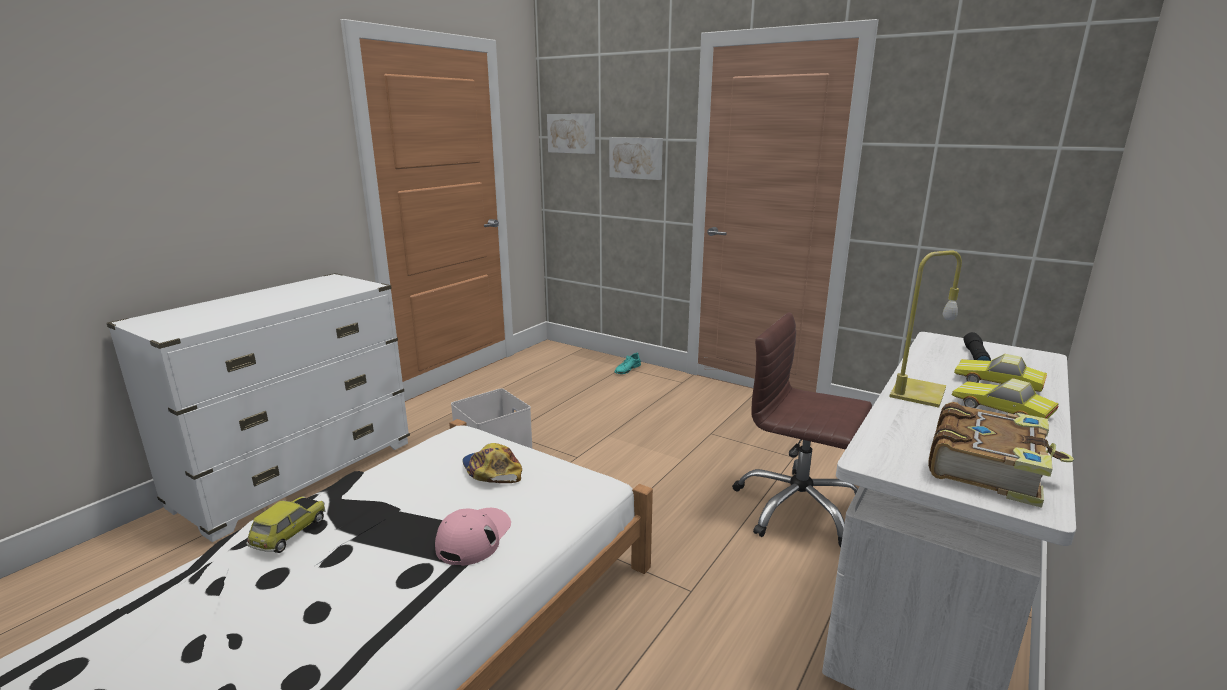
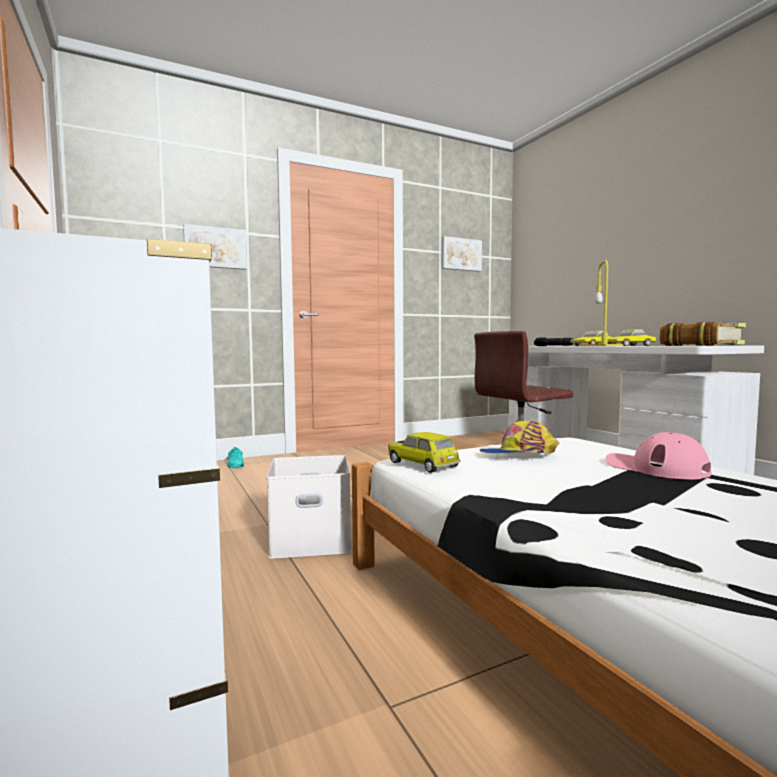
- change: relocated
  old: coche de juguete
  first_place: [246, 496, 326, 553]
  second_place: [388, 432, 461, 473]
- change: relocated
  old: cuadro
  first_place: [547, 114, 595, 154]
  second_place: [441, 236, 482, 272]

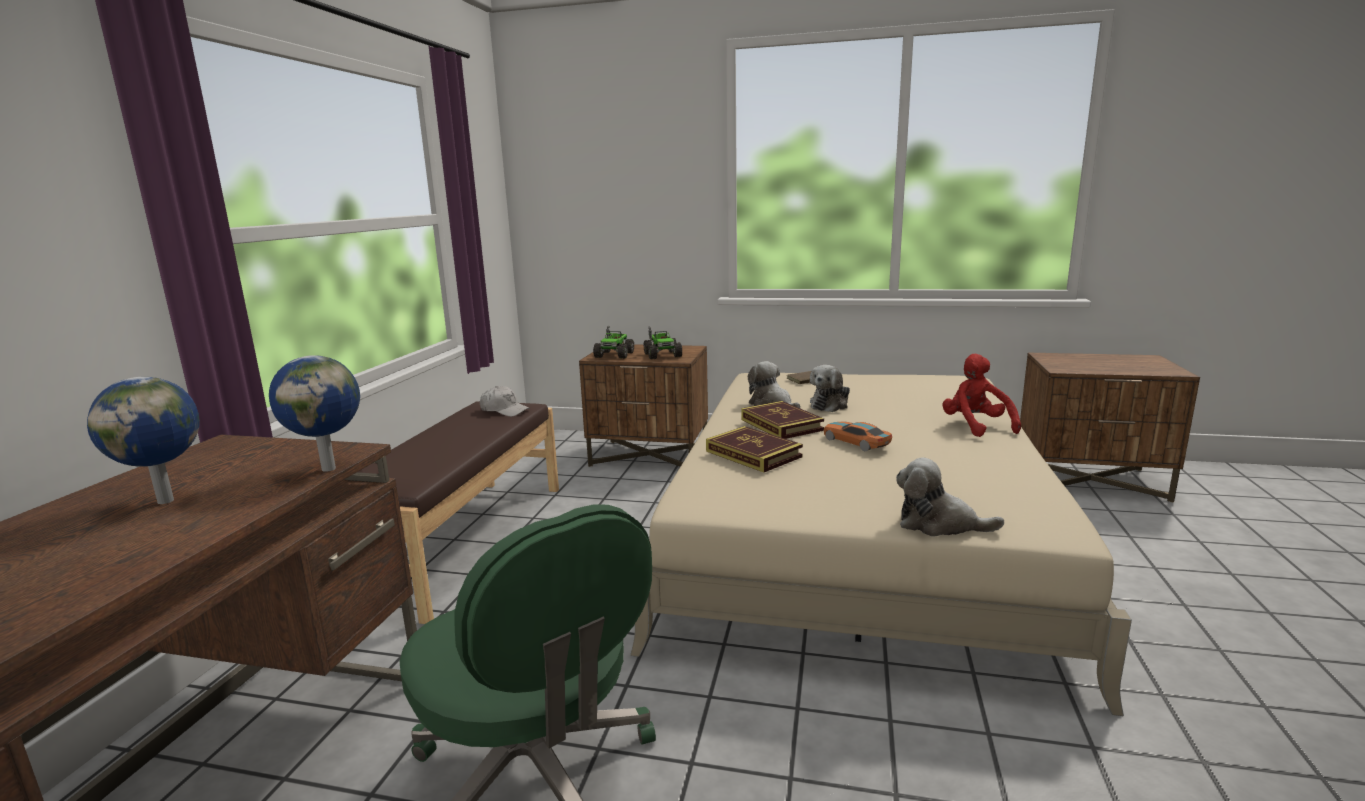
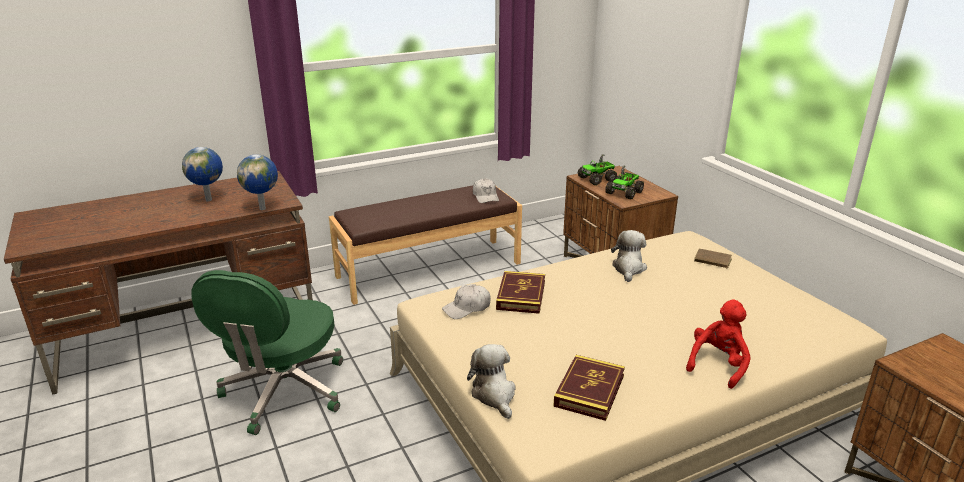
- change: relocated
  old: libro
  first_place: [741, 401, 824, 439]
  second_place: [553, 355, 625, 421]
- change: missing
  old: peluche
  first_place: [810, 365, 850, 412]
- change: missing
  old: coche de juguete
  first_place: [824, 421, 892, 451]
- change: appeared
  new: gorra/blanco
  second_place: [442, 284, 491, 319]

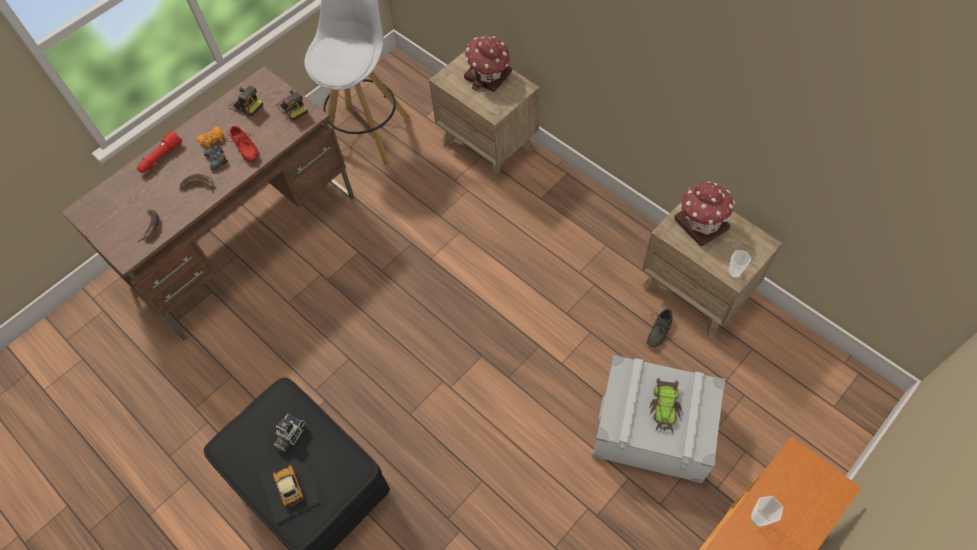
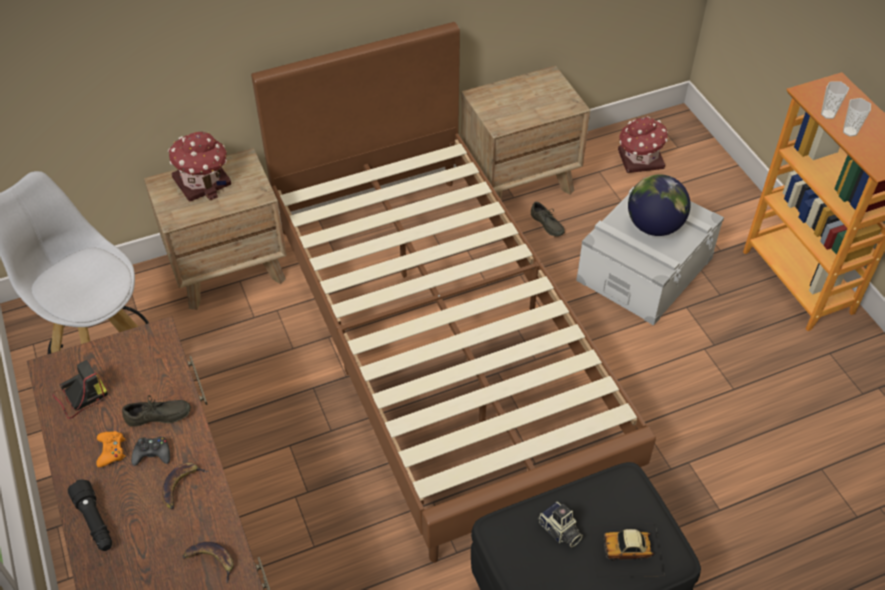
- change: colour
  old: linterna/rojo
  new: linterna/negro
  first_place: [137, 131, 182, 173]
  second_place: [68, 479, 112, 551]
- change: colour
  old: zapato/rojo
  new: zapato/gris
  first_place: [226, 126, 259, 162]
  second_place: [122, 395, 191, 427]
- change: missing
  old: cámara
  first_place: [276, 89, 308, 121]
- change: exchanged
  old: coche de juguete
  new: globo terráqueo
  first_place: [649, 378, 682, 433]
  second_place: [628, 174, 691, 236]
- change: relocated
  old: casita
  first_place: [674, 181, 735, 246]
  second_place: [618, 116, 668, 173]
- change: relocated
  old: taza
  first_place: [728, 250, 751, 278]
  second_place: [821, 81, 849, 119]
- change: appeared
  new: cama/marrón
  second_place: [251, 22, 656, 563]

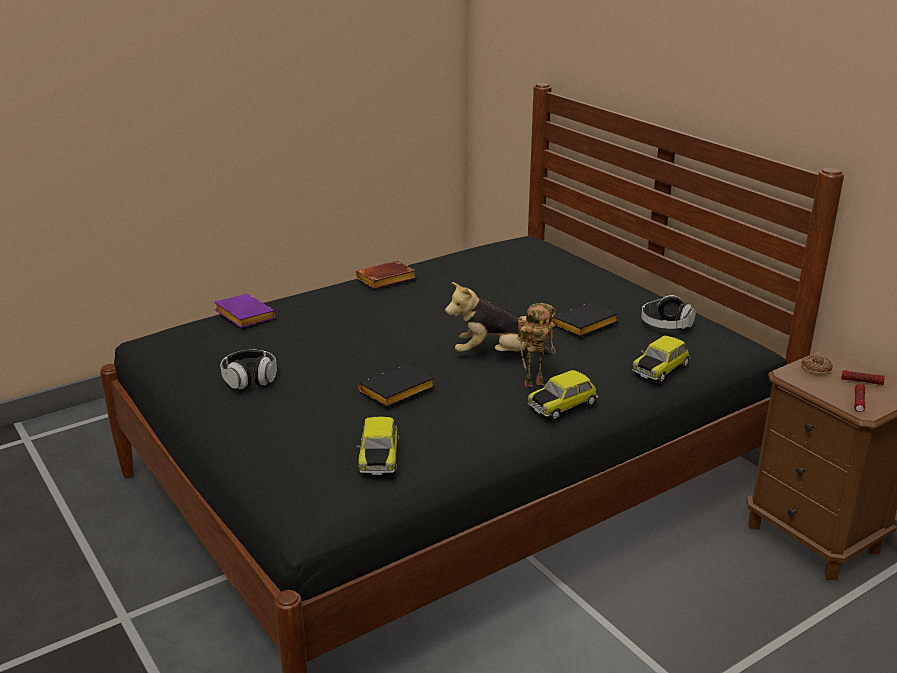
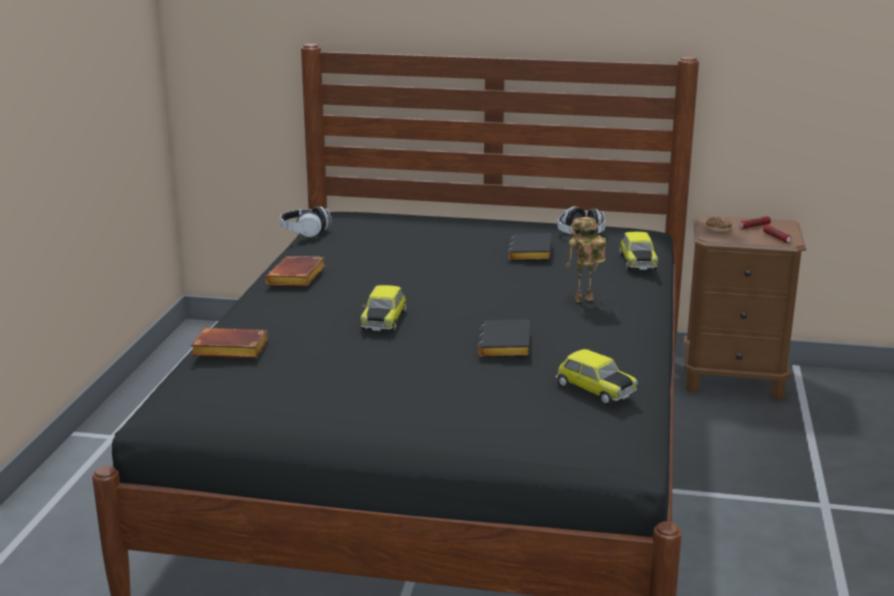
- change: colour
  old: libro/morado
  new: libro/marrón
  first_place: [214, 294, 276, 328]
  second_place: [191, 328, 268, 358]
- change: relocated
  old: auriculares
  first_place: [220, 350, 277, 389]
  second_place: [280, 206, 331, 237]
- change: missing
  old: peluche
  first_place: [445, 282, 552, 355]
- change: spun
  old: robot de juguete
  first_place: [517, 303, 556, 387]
  second_place: [566, 217, 606, 302]
  degrees: -135
- change: relocated
  old: coche de juguete
  first_place: [528, 370, 598, 420]
  second_place: [360, 285, 407, 332]

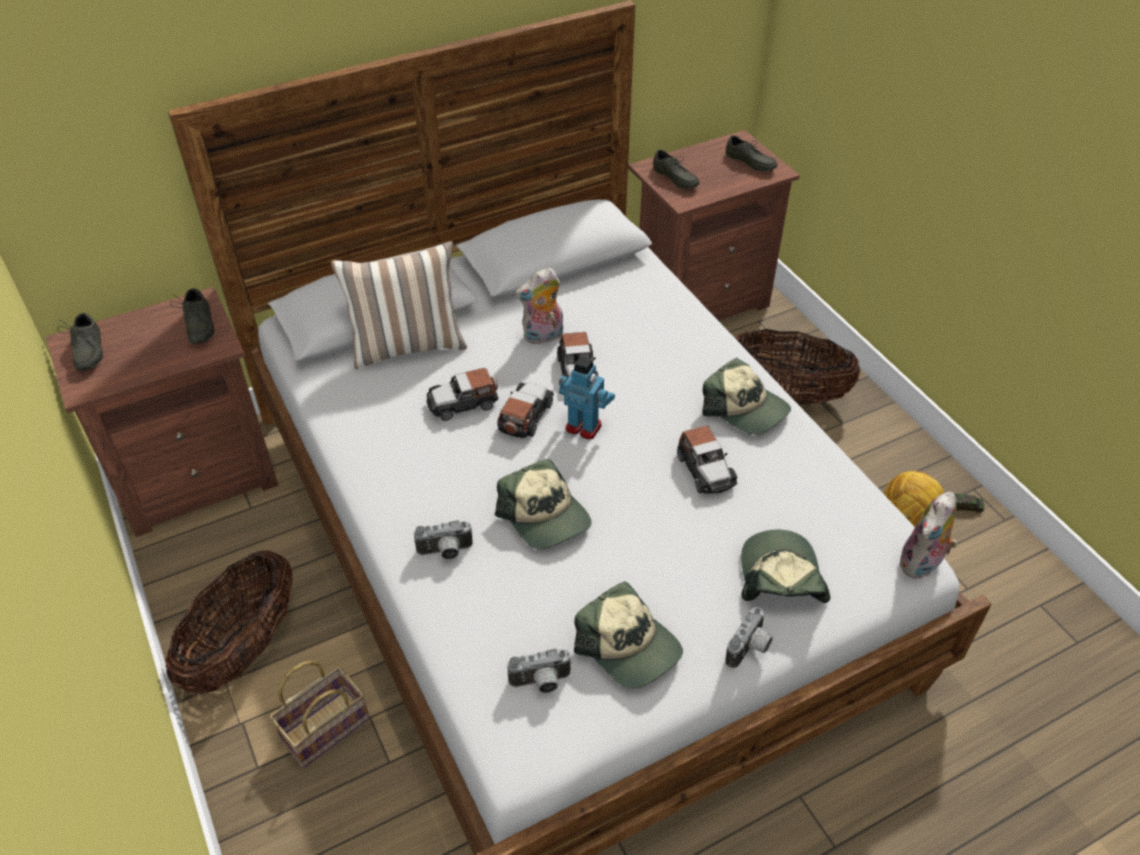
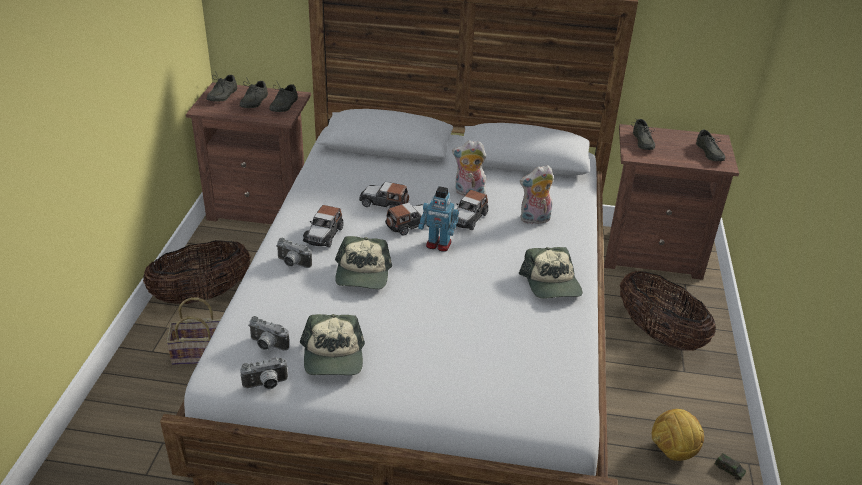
- change: missing
  old: cojín
  first_place: [331, 241, 467, 369]
- change: spun
  old: robot de juguete
  first_place: [559, 356, 615, 439]
  second_place: [418, 186, 459, 252]
  degrees: 135
- change: relocated
  old: coche de juguete
  first_place: [677, 425, 737, 494]
  second_place: [303, 205, 344, 247]
- change: relocated
  old: cámara
  first_place: [725, 607, 773, 668]
  second_place: [240, 358, 288, 389]
- change: missing
  old: gorra
  first_place: [741, 530, 830, 603]
- change: relocated
  old: peluche
  first_place: [900, 492, 957, 579]
  second_place: [520, 165, 554, 224]
- change: appeared
  new: zapato/gris
  second_place: [240, 77, 268, 108]

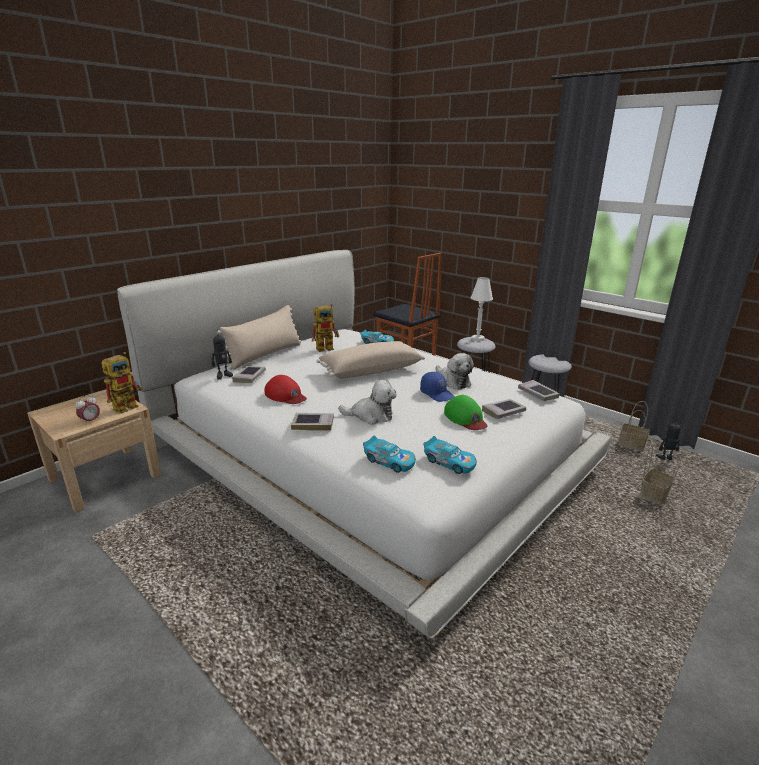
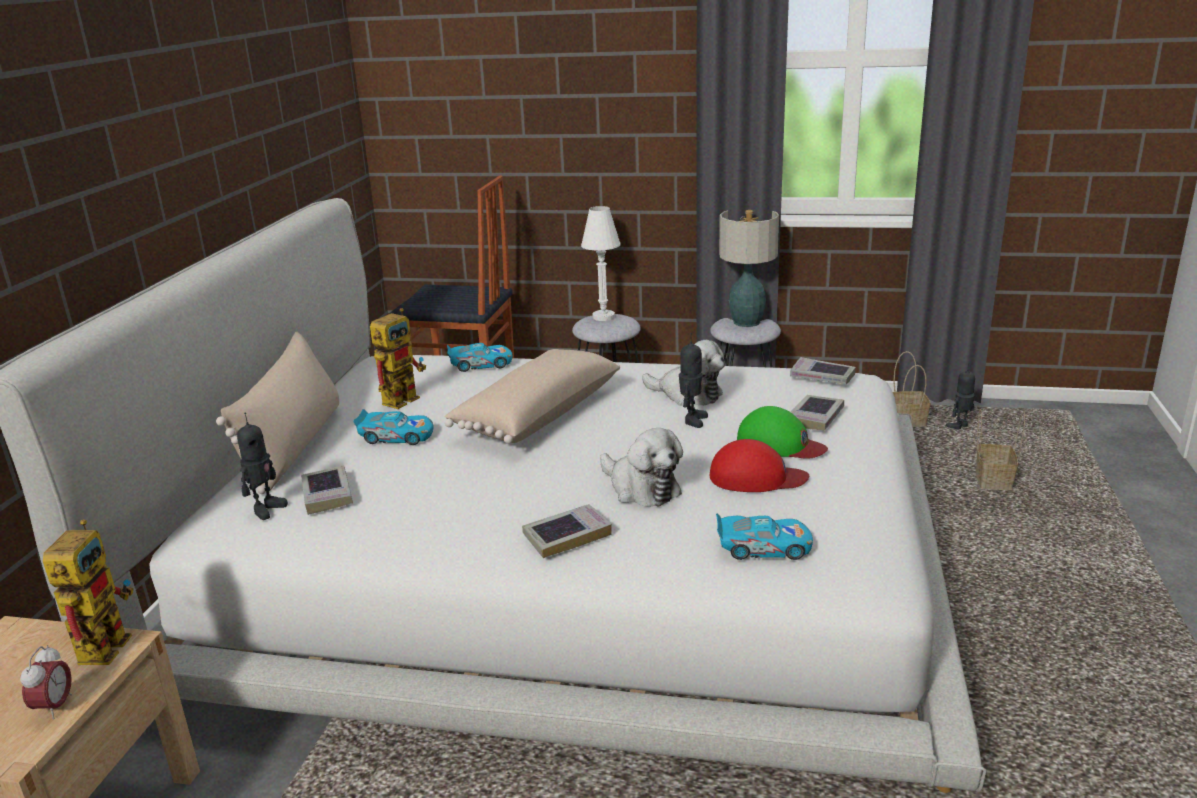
- change: relocated
  old: gorra/rojo
  first_place: [264, 375, 307, 404]
  second_place: [710, 439, 809, 492]
- change: spun
  old: peluche
  first_place: [338, 380, 397, 425]
  second_place: [600, 428, 683, 507]
  degrees: 75
- change: exchanged
  old: gorra/azul
  new: robot de juguete
  first_place: [420, 372, 455, 402]
  second_place: [679, 333, 708, 428]
- change: relocated
  old: coche de juguete
  first_place: [423, 436, 477, 474]
  second_place: [353, 409, 434, 445]
- change: appeared
  new: lámpara de mesa
  second_place: [719, 210, 779, 327]

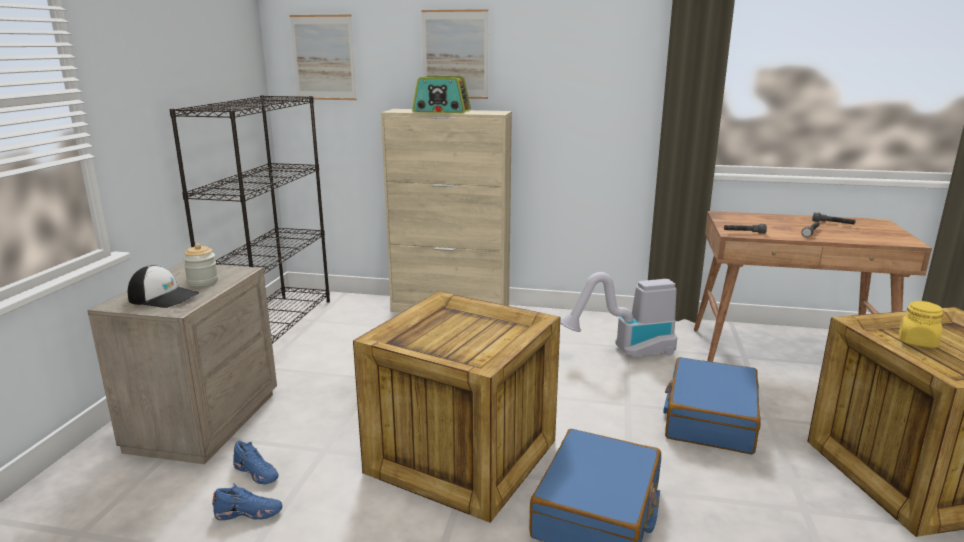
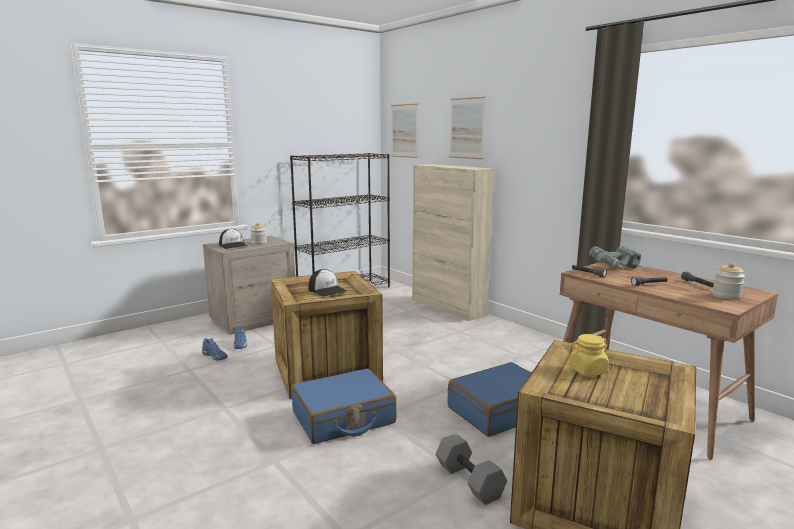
- change: missing
  old: radio
  first_place: [412, 76, 471, 113]
- change: missing
  old: aspiradora
  first_place: [560, 272, 677, 359]
- change: appeared
  new: gorra
  second_place: [309, 269, 347, 297]
- change: appeared
  new: mancuerna/gris
  second_place: [436, 433, 507, 505]
- change: appeared
  new: taladro
  second_place: [589, 246, 646, 269]
- change: appeared
  new: tarro
  second_place: [712, 263, 745, 300]

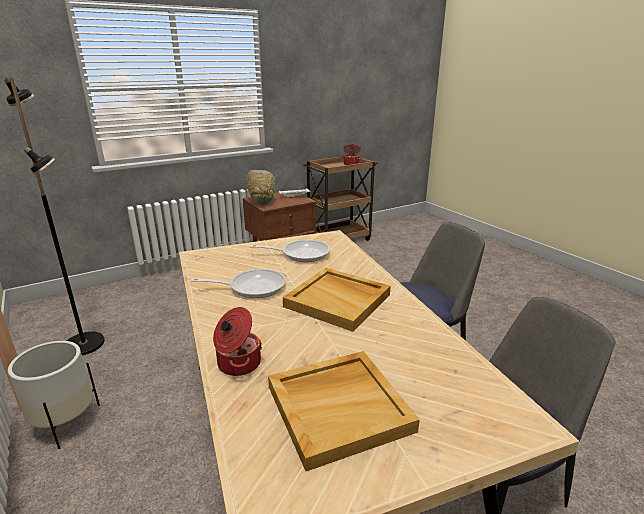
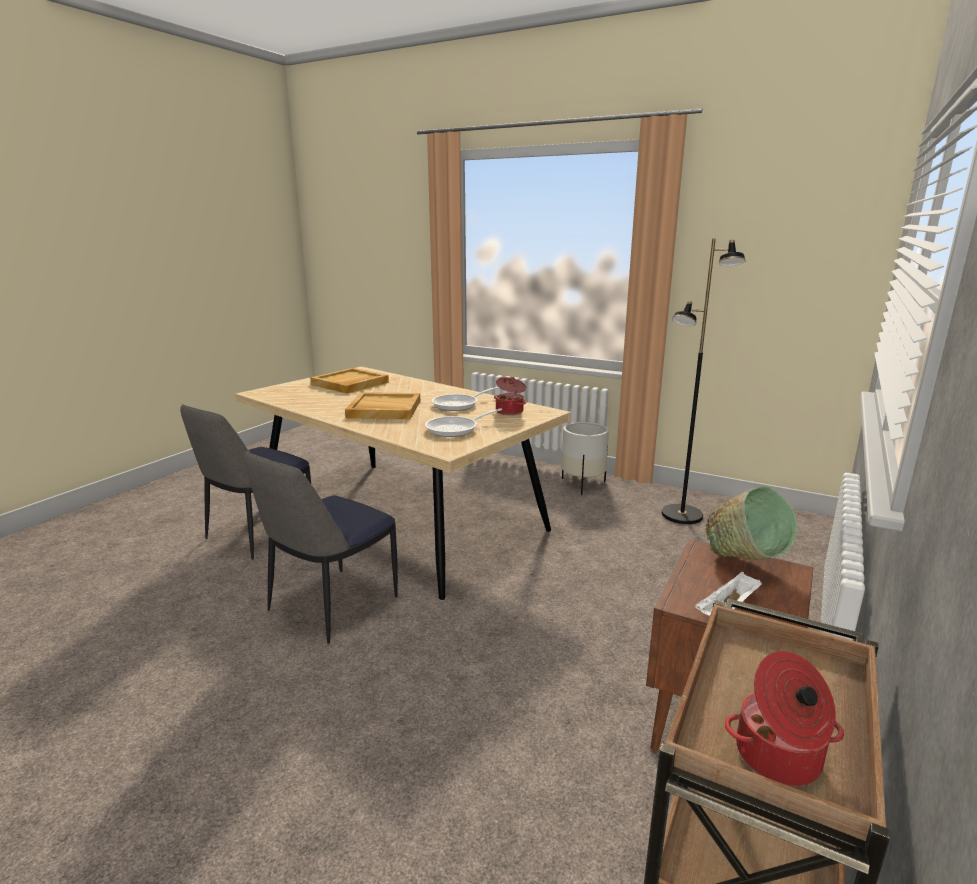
- change: relocated
  old: olla
  first_place: [213, 307, 262, 376]
  second_place: [494, 377, 526, 415]

